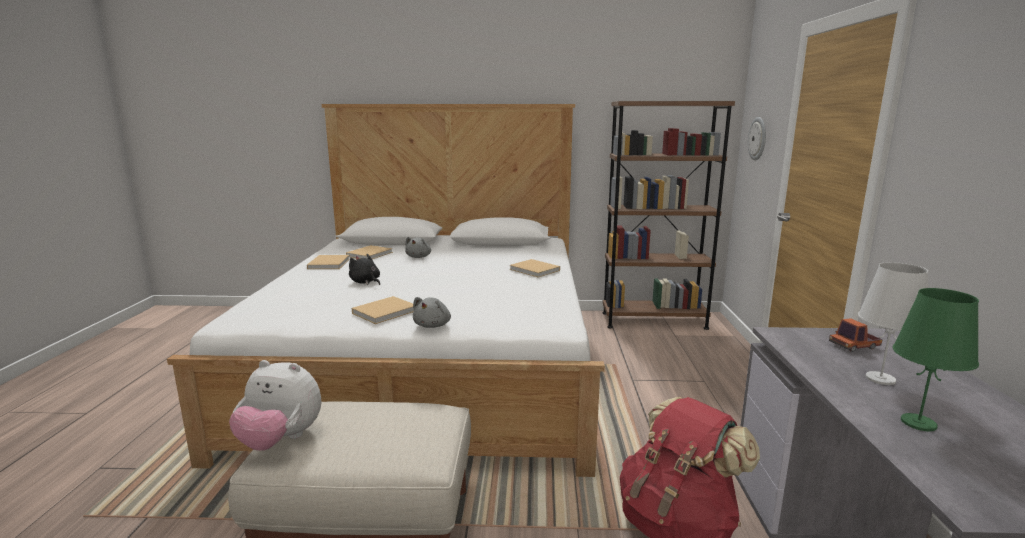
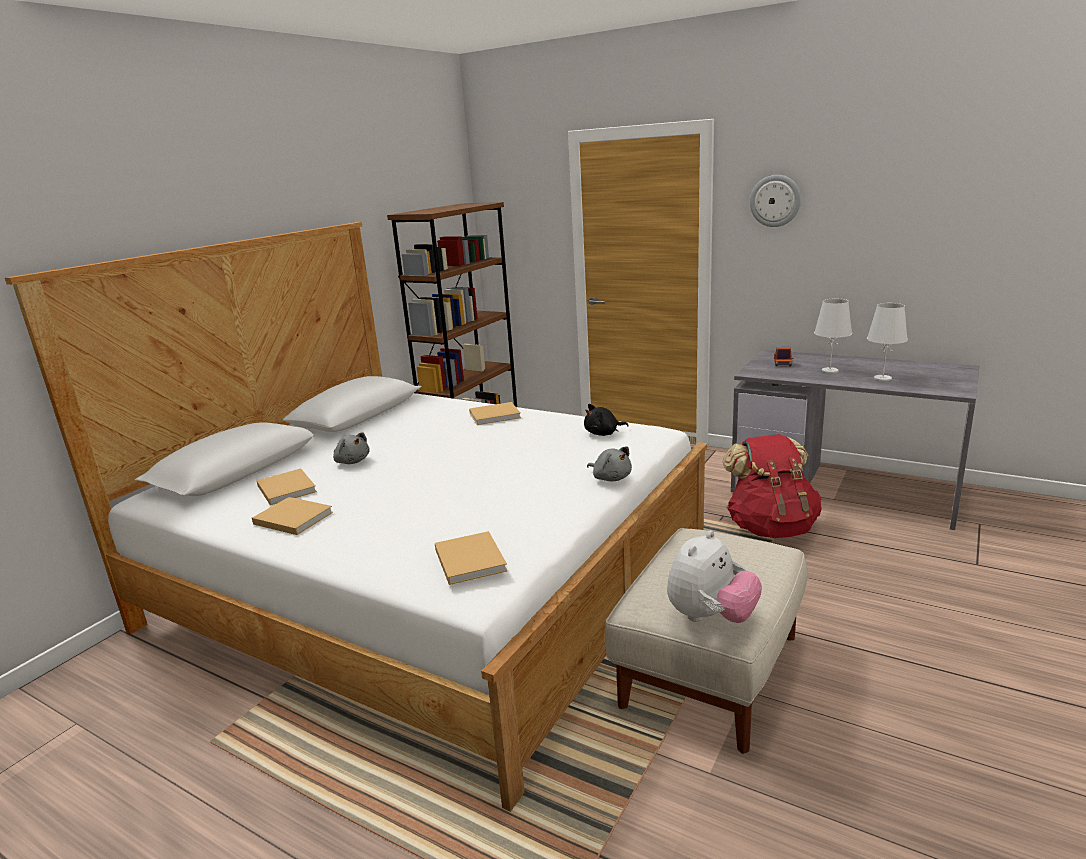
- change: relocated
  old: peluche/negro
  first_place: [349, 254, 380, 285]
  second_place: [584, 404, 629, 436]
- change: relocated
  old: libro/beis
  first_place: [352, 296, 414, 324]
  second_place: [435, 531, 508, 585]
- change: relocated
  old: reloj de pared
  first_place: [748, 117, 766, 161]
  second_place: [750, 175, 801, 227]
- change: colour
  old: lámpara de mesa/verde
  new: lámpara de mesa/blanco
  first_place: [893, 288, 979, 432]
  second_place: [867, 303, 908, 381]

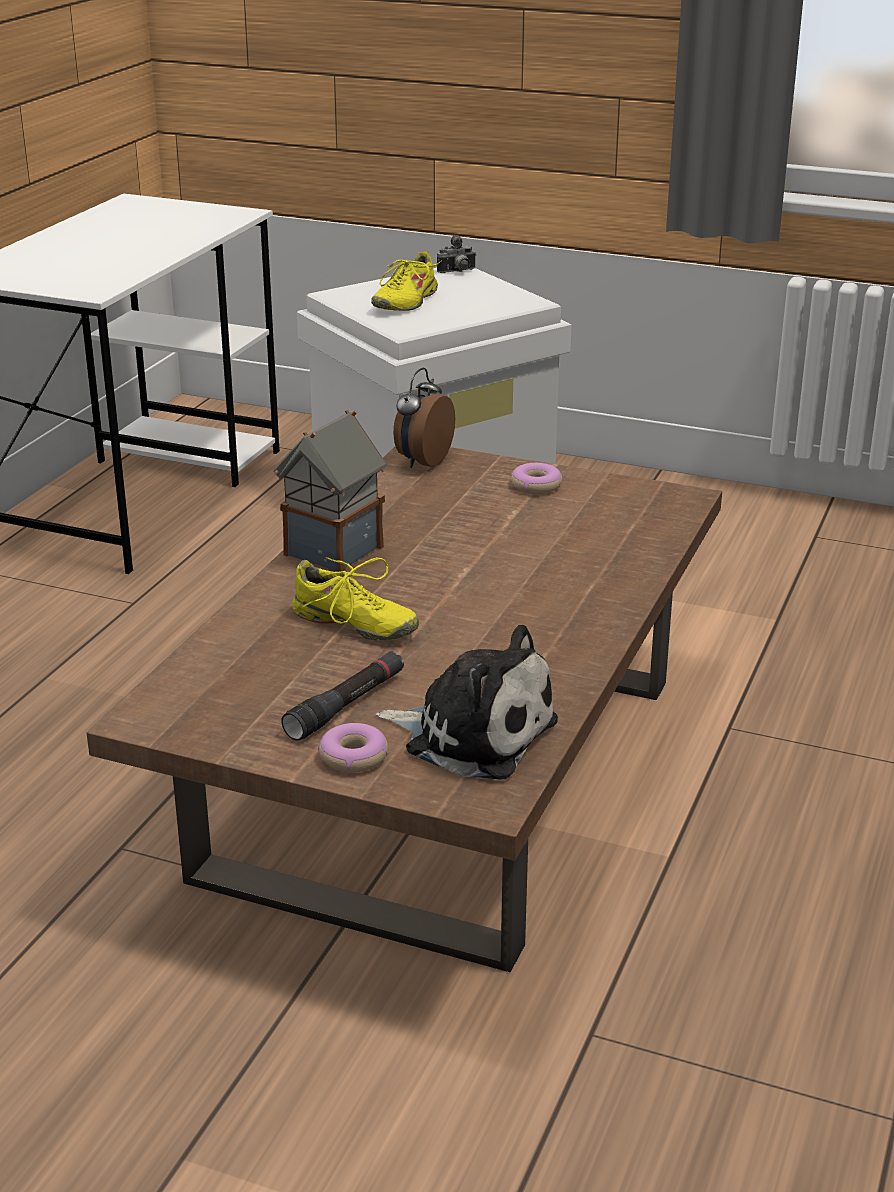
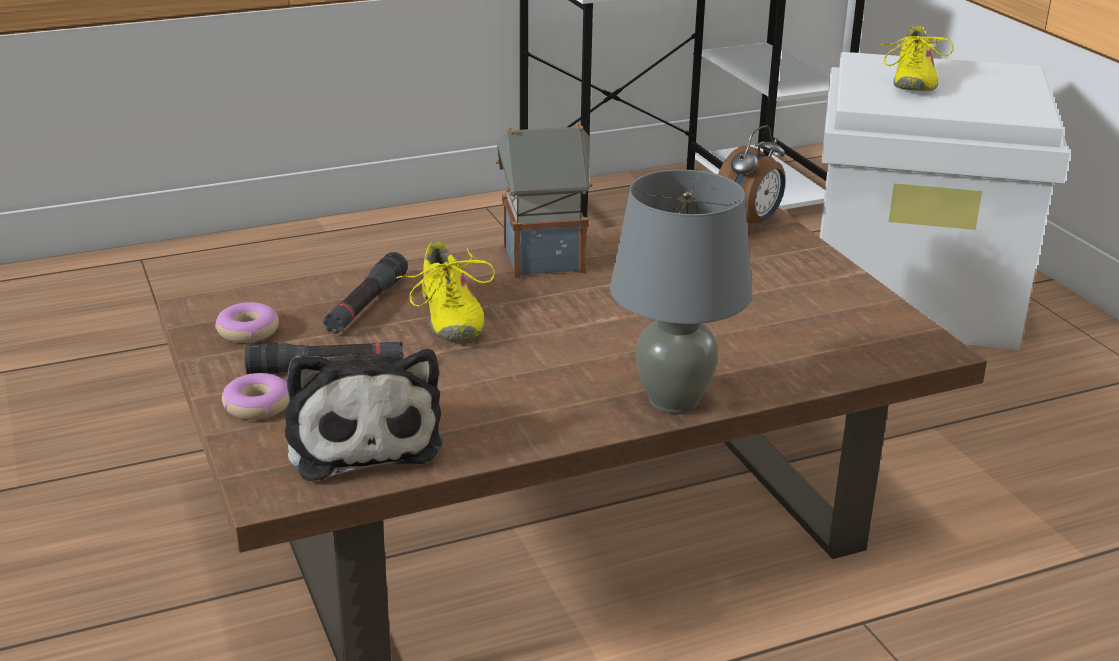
- change: spun
  old: zapato/amarillo
  first_place: [371, 251, 442, 311]
  second_place: [879, 25, 954, 91]
  degrees: -60
- change: spun
  old: despertador
  first_place: [393, 368, 455, 468]
  second_place: [718, 125, 785, 223]
  degrees: 150
- change: missing
  old: cámara
  first_place: [437, 235, 476, 273]
- change: relocated
  old: rosquilla
  first_place: [511, 463, 562, 494]
  second_place: [215, 302, 279, 343]
- change: appeared
  new: linterna/negro
  second_place: [323, 252, 408, 334]
- change: appeared
  new: lámpara de mesa/gris
  second_place: [610, 169, 752, 414]

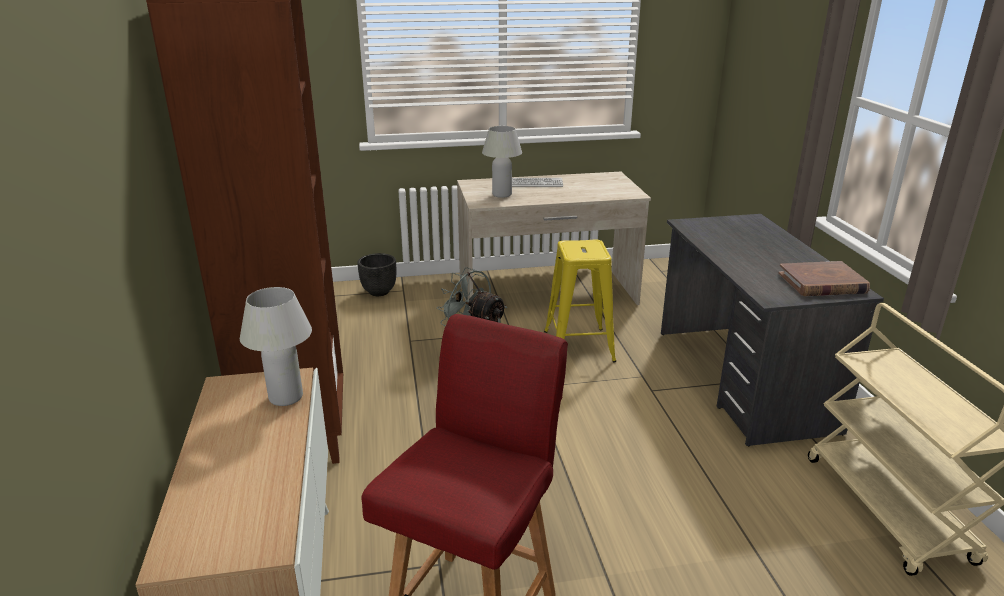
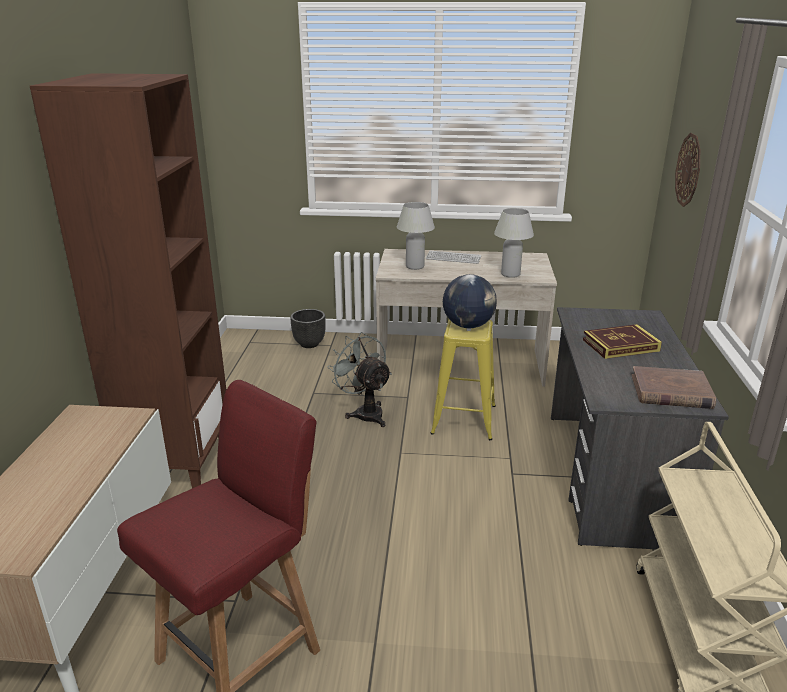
- change: relocated
  old: lámpara de mesa/blanco
  first_place: [240, 287, 312, 406]
  second_place: [494, 208, 534, 278]
- change: appeared
  new: globo terráqueo
  second_place: [443, 274, 497, 329]
- change: appeared
  new: libro
  second_place: [583, 324, 662, 359]
- change: appeared
  new: reloj de pared
  second_place: [675, 133, 700, 207]

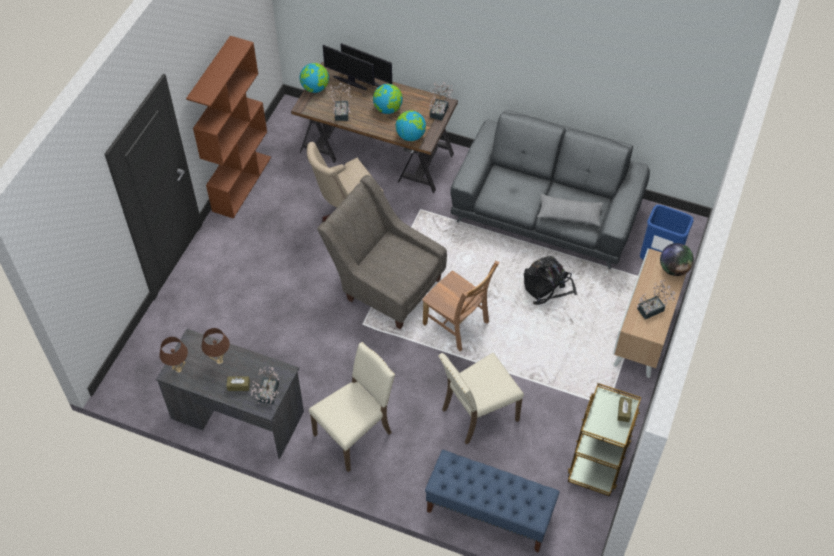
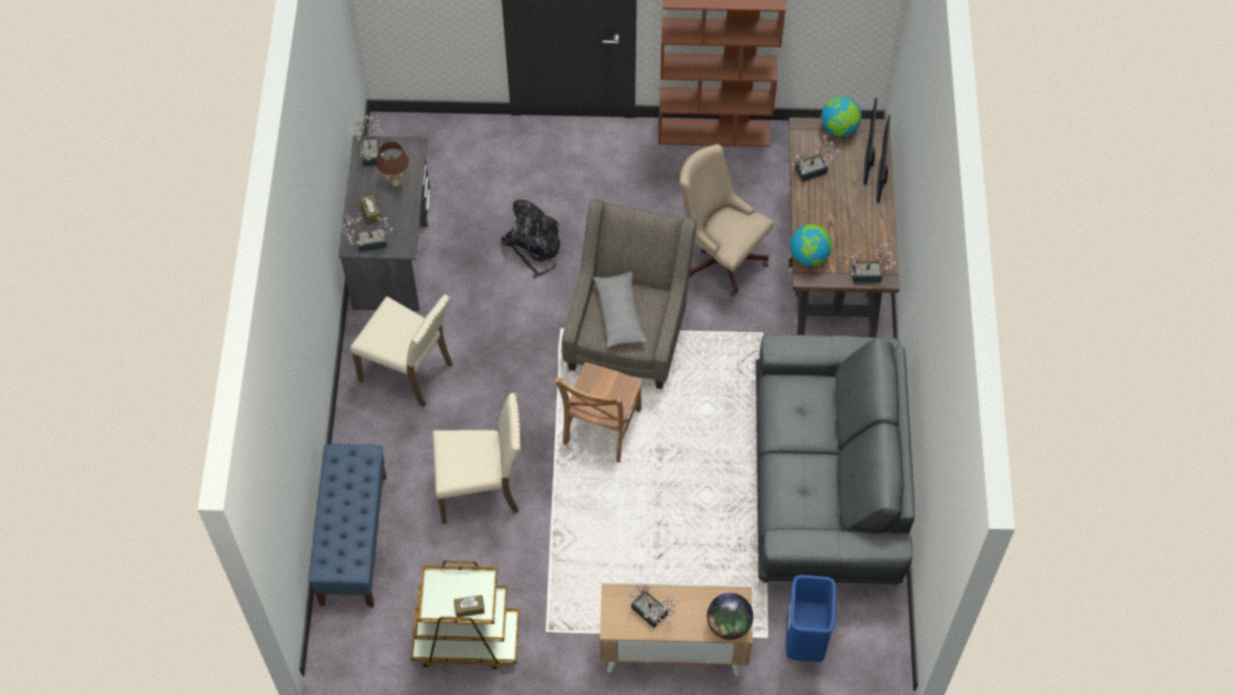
- change: exchanged
  old: lámpara de mesa/marrón
  new: planta en maceta
  first_place: [159, 337, 188, 373]
  second_place: [351, 115, 383, 166]
- change: missing
  old: globo terráqueo
  first_place: [373, 84, 403, 114]
- change: spun
  old: silla/beis
  first_place: [438, 352, 524, 444]
  second_place: [432, 393, 521, 524]
  degrees: 135
- change: relocated
  old: mochila/negro
  first_place: [524, 256, 577, 305]
  second_place: [501, 200, 560, 278]
- change: relocated
  old: cojín/gris
  first_place: [537, 194, 603, 226]
  second_place: [593, 272, 647, 348]

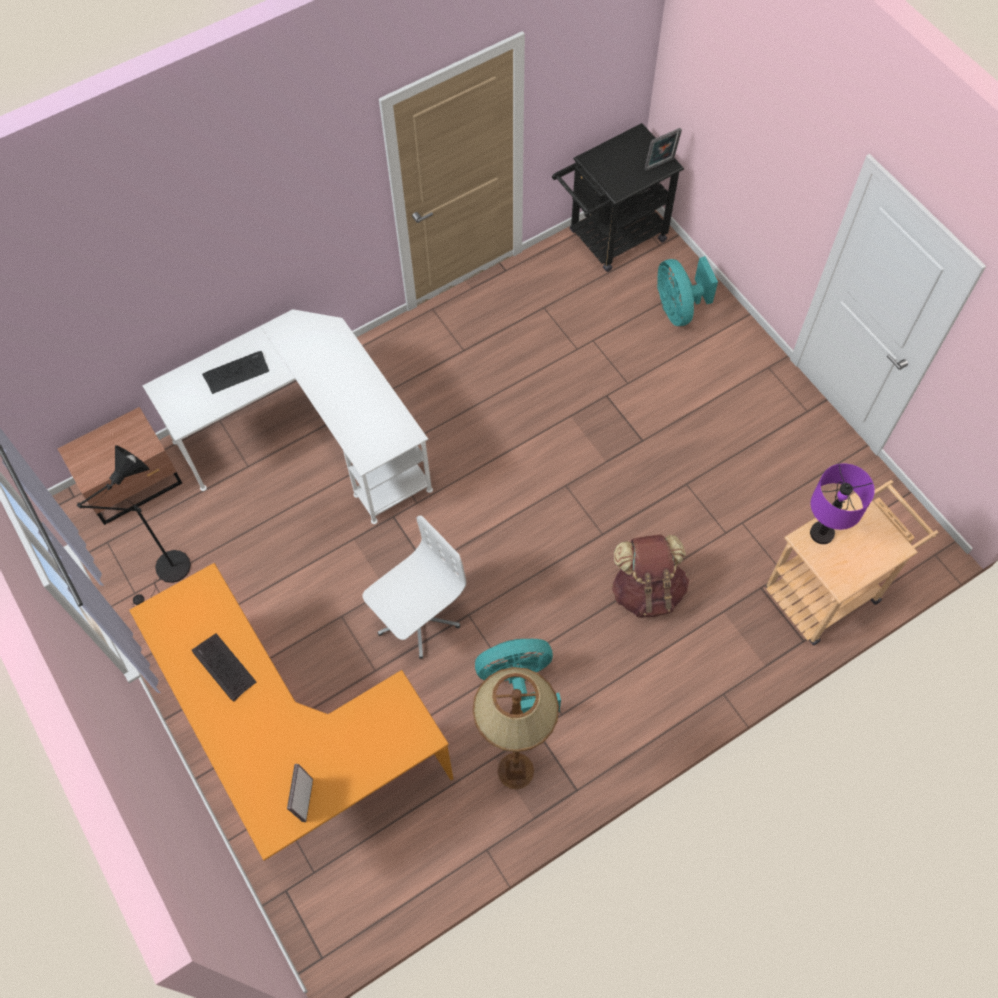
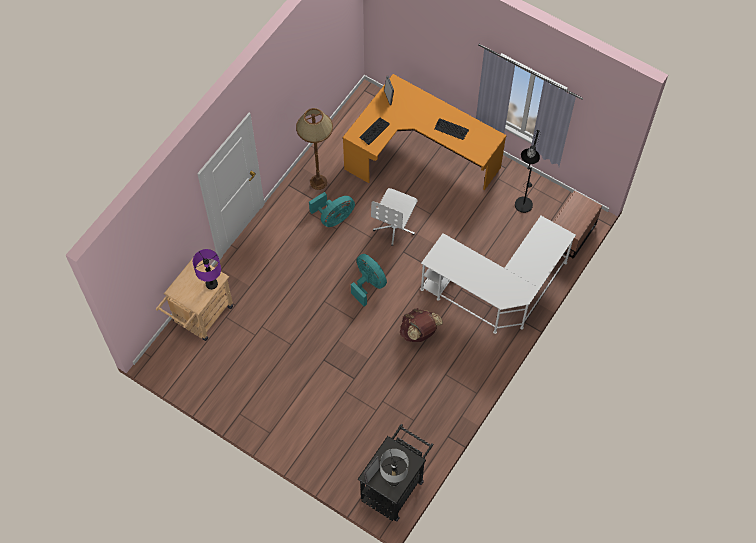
- change: relocated
  old: teclado
  first_place: [202, 351, 269, 394]
  second_place: [359, 117, 390, 145]
- change: relocated
  old: mochila/marrón
  first_place: [611, 535, 689, 618]
  second_place: [400, 308, 443, 342]
- change: relocated
  old: ventilador/turquesa
  first_place: [657, 256, 718, 326]
  second_place: [351, 254, 387, 307]
- change: appeared
  new: lámpara de mesa/gris
  second_place: [380, 449, 409, 486]

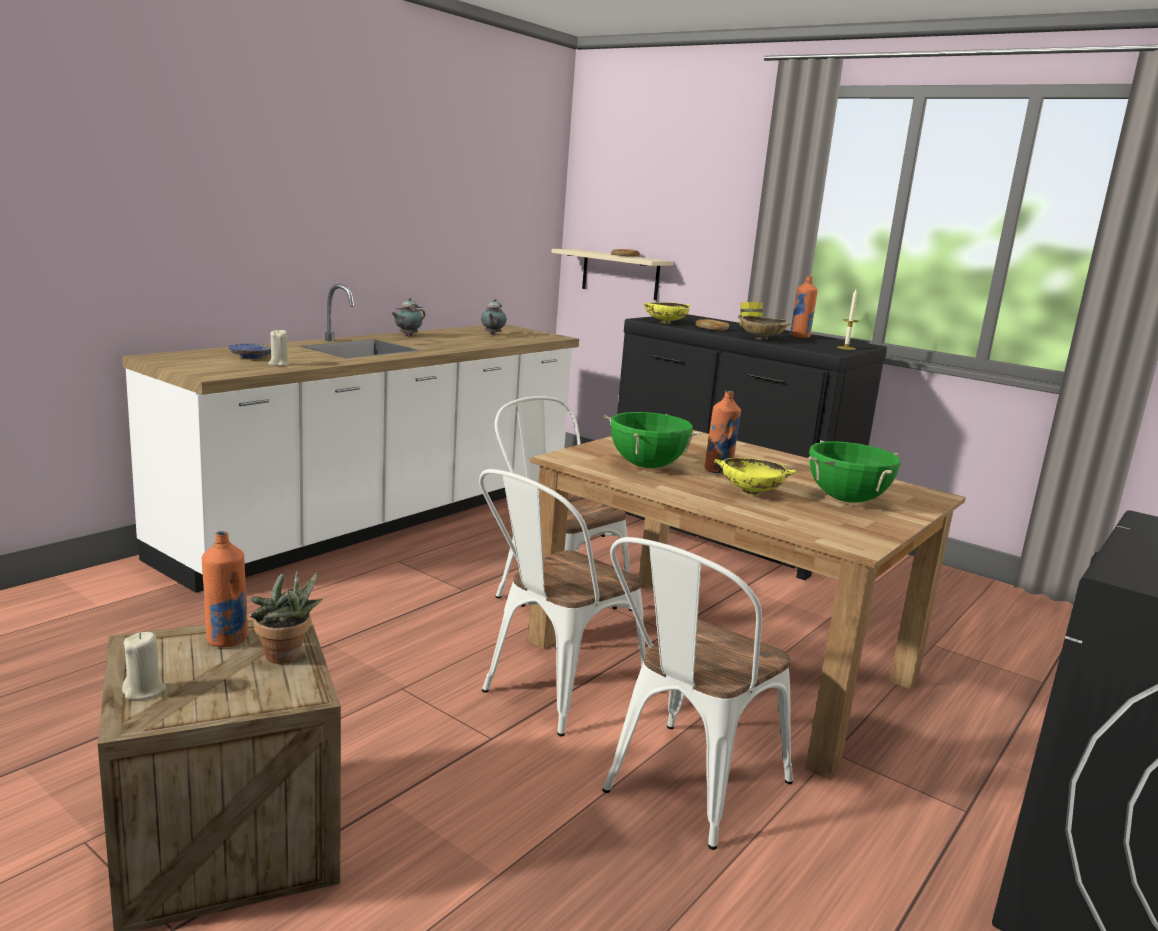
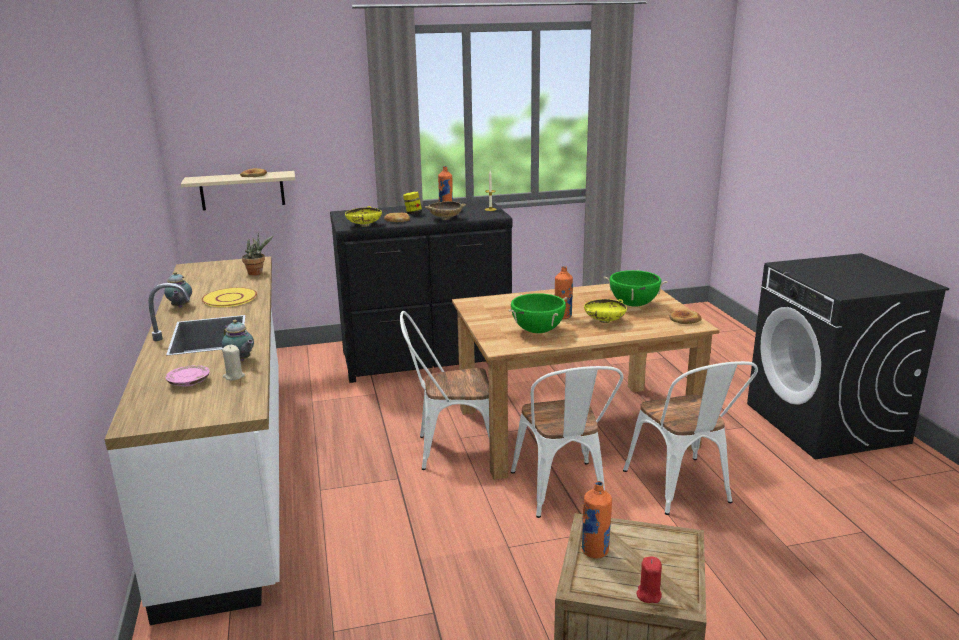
- change: colour
  old: vela/beis
  new: vela/rojo
  first_place: [122, 632, 166, 700]
  second_place: [636, 557, 662, 603]
- change: colour
  old: plato/azul
  new: plato/rosa
  first_place: [229, 344, 271, 359]
  second_place: [165, 365, 210, 387]
- change: relocated
  old: planta en maceta
  first_place: [250, 570, 323, 664]
  second_place: [242, 233, 273, 276]
- change: relocated
  old: tetera
  first_place: [481, 299, 507, 335]
  second_place: [222, 320, 254, 361]
- change: appeared
  new: plato/amarillo
  second_place: [201, 287, 257, 307]
- change: appeared
  new: pan
  second_place: [669, 310, 702, 324]

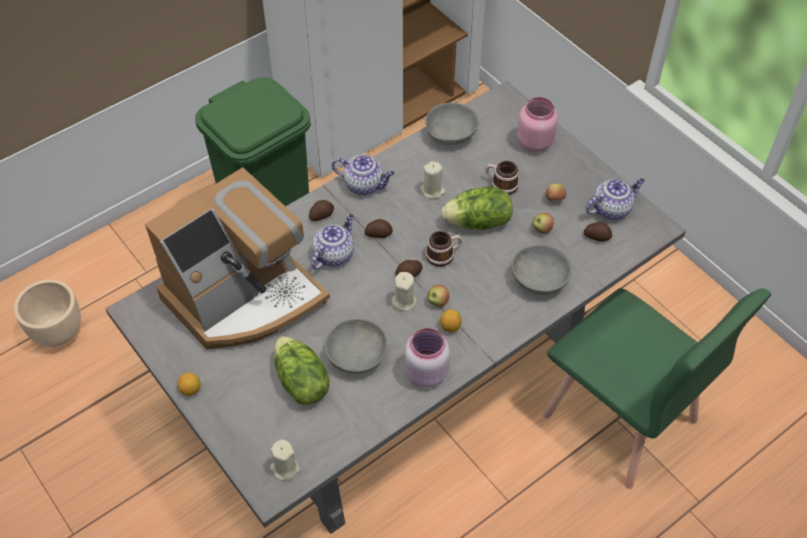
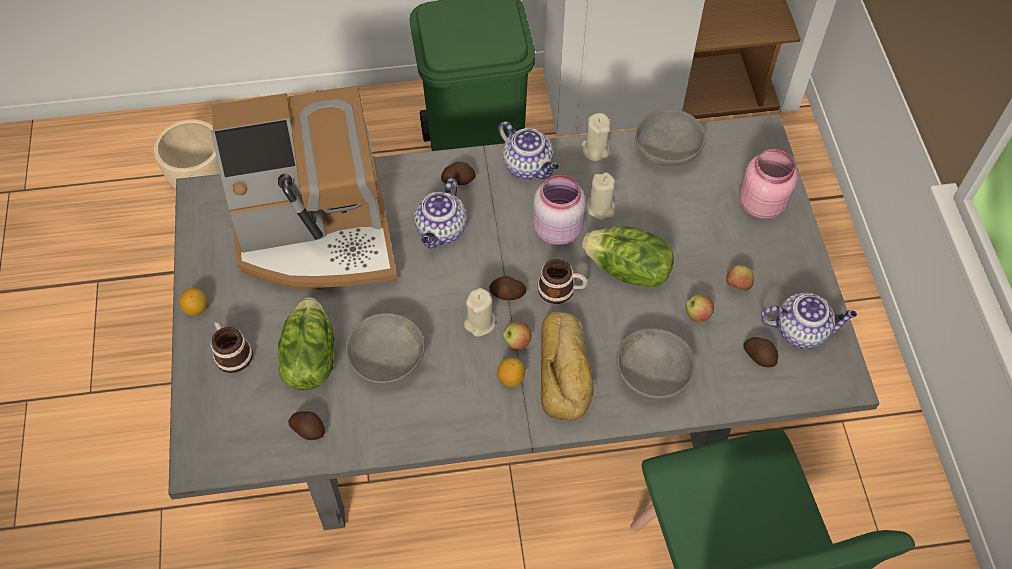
- change: relocated
  old: vela/beis
  first_place: [270, 439, 300, 481]
  second_place: [581, 113, 610, 161]
- change: spun
  old: tetera
  first_place: [311, 214, 354, 270]
  second_place: [414, 178, 467, 249]
  degrees: 135
- change: relocated
  old: patata
  first_place: [365, 219, 393, 238]
  second_place: [288, 411, 325, 440]
- change: relocated
  old: tarro/rosa
  first_place: [405, 328, 450, 388]
  second_place: [533, 175, 586, 245]
- change: relocated
  old: taza grande
  first_place: [485, 161, 519, 195]
  second_place: [211, 321, 253, 373]
- change: appeared
  new: pan
  second_place: [541, 312, 594, 421]

